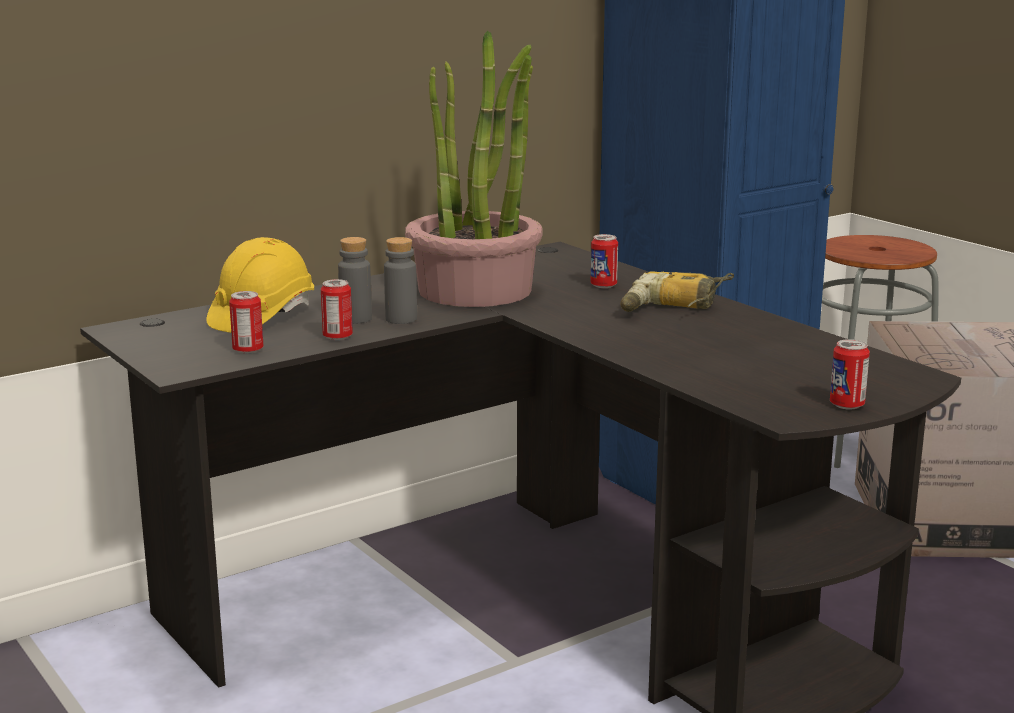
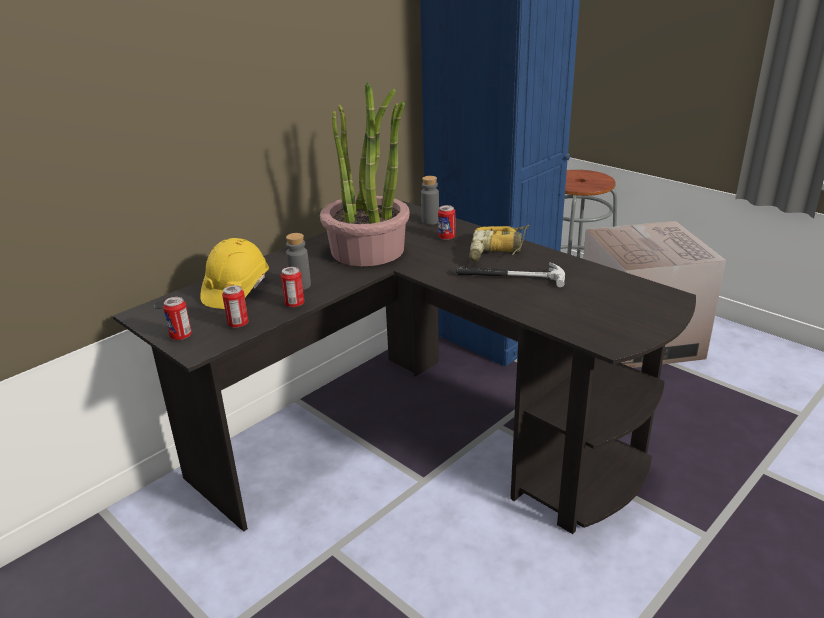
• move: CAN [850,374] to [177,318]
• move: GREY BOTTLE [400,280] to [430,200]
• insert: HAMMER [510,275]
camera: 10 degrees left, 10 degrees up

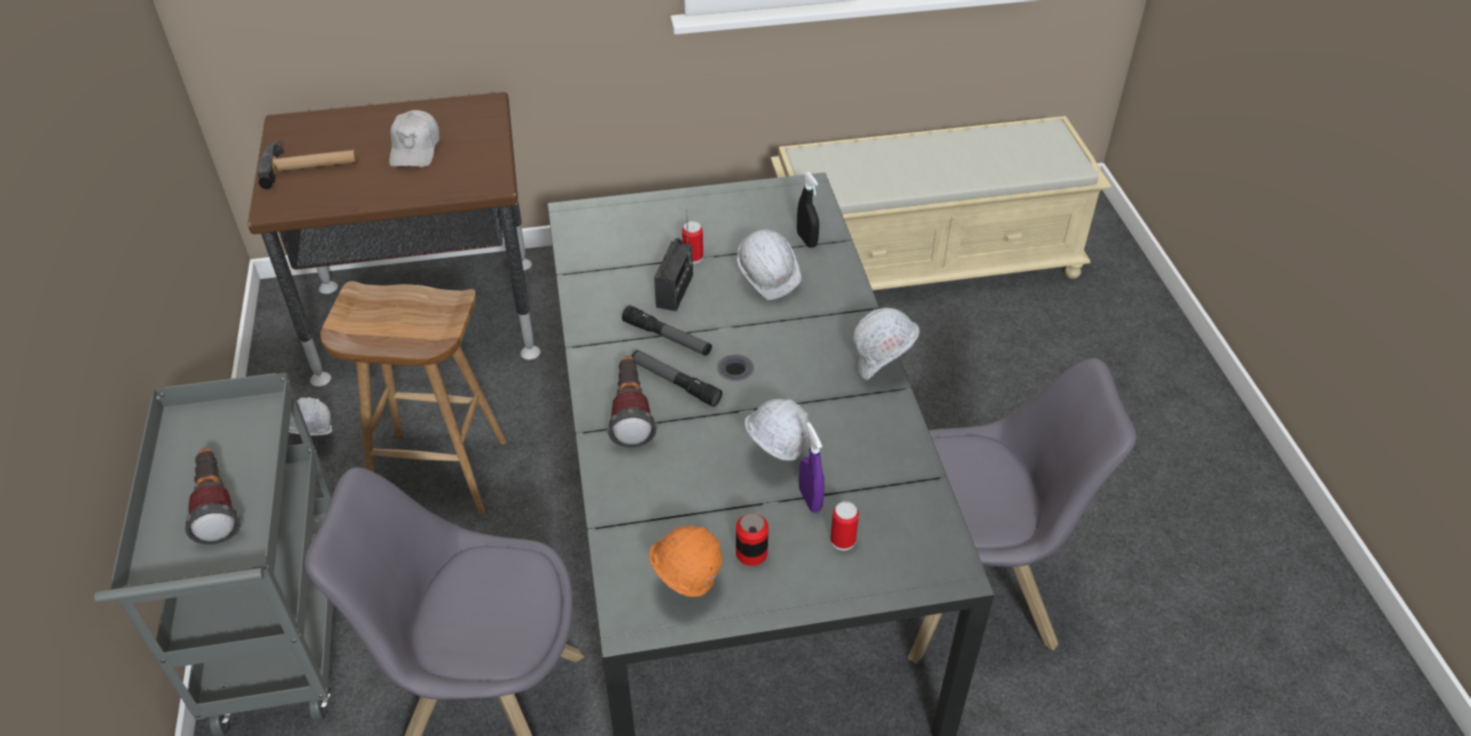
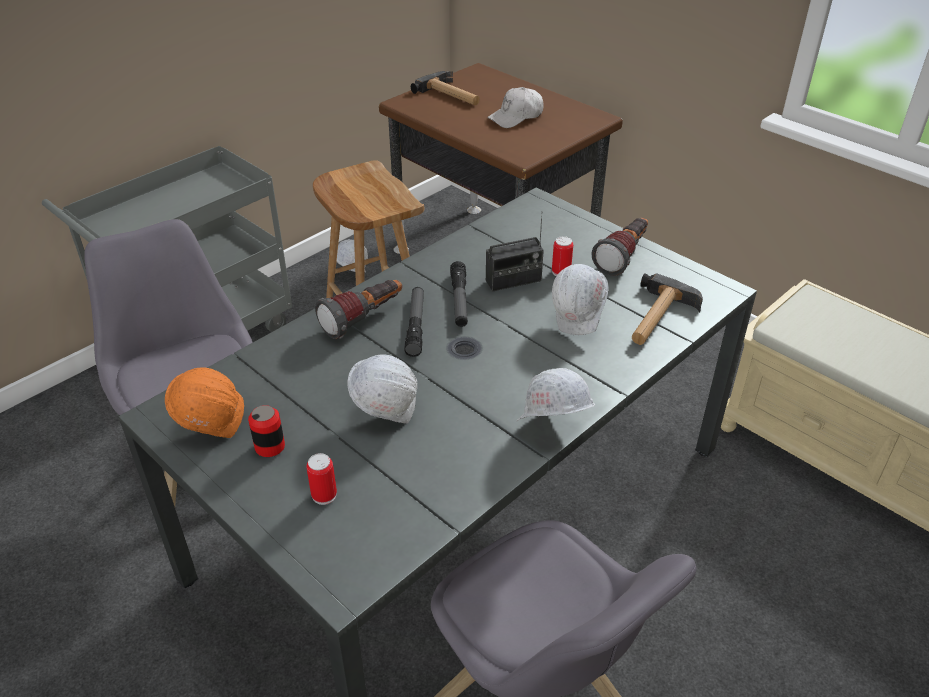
• move: FLASHLIGHT [212,496] to [619,247]
• replace: BLACK SPRAY BOTTLE [808,210] to HAMMER [667,309]
• delete: PURPLE SPRAY BOTTLE [811,467]
camera: 55 degrees right, 5 degrees down

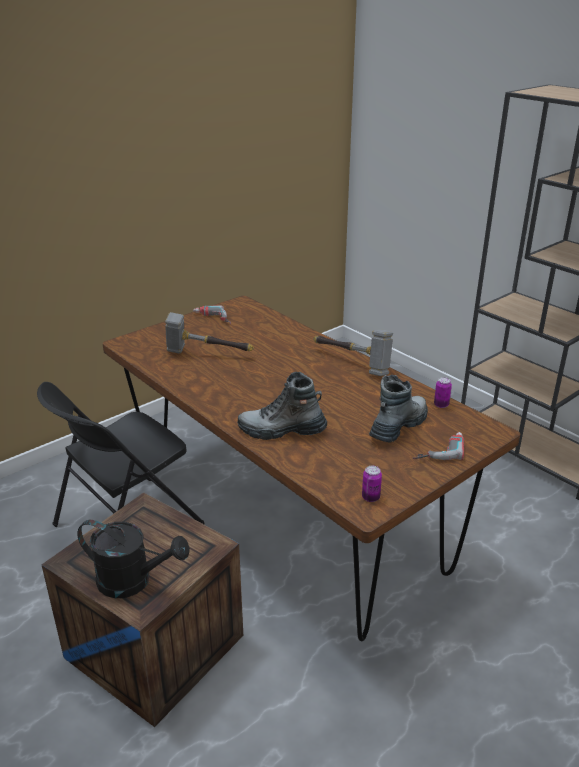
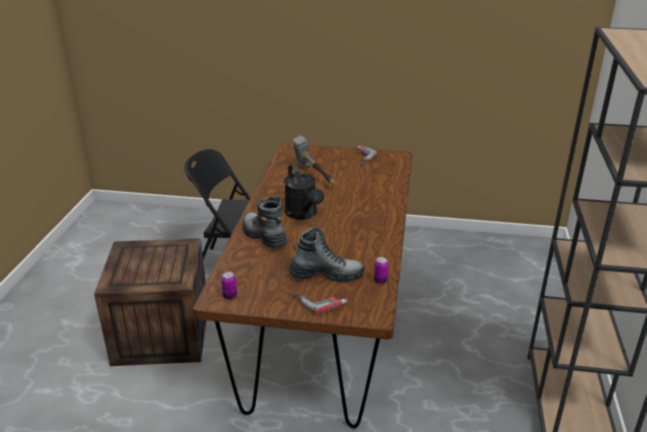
• move: BLACK WATERING CAN [133,559] to [304,192]
• delete: HAMMER [353,352]
camera: 50 degrees right, 0 degrees up

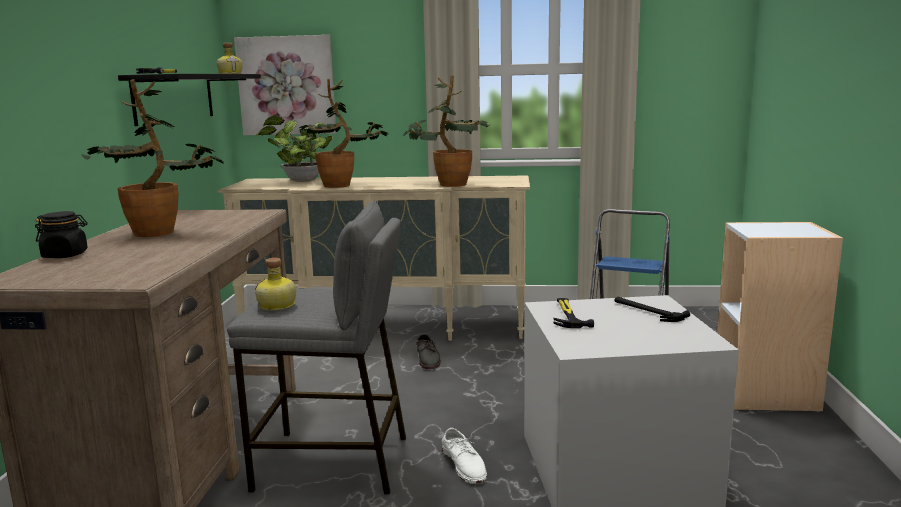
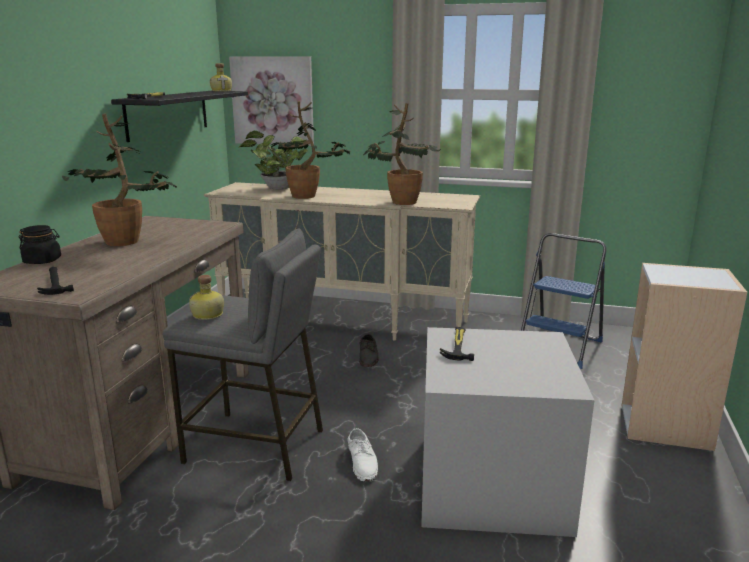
• move: HAMMER [652,309] to [55,281]
camera: 10 degrees right, 5 degrees up

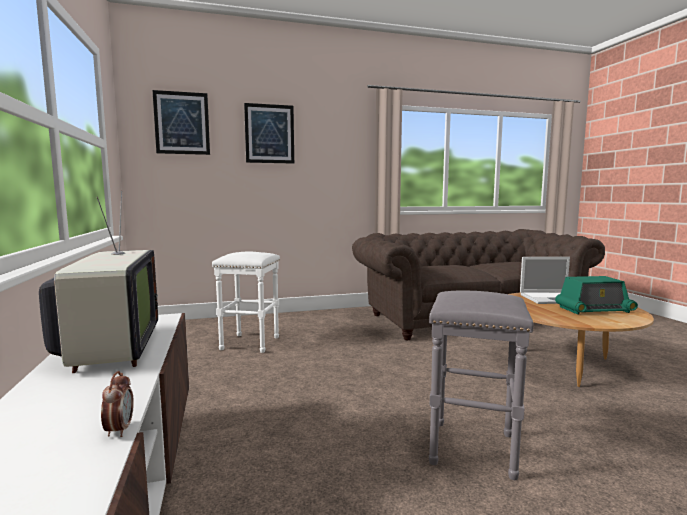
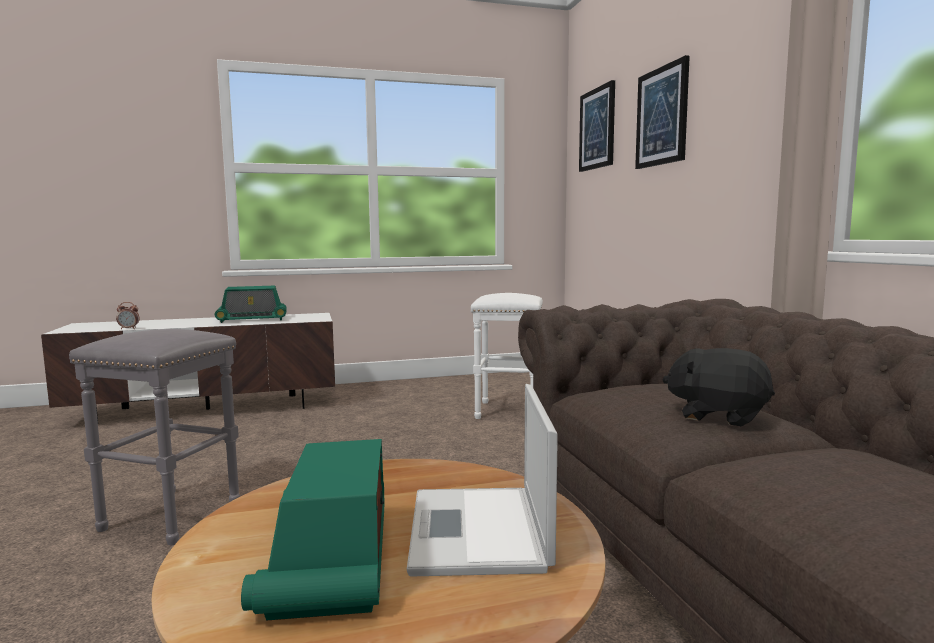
• replace: TELEVISION [98,282] to RADIO [251,304]
• insert: BLACK PLUSH TOY [718,387]
camera: 90 degrees right, 0 degrees up

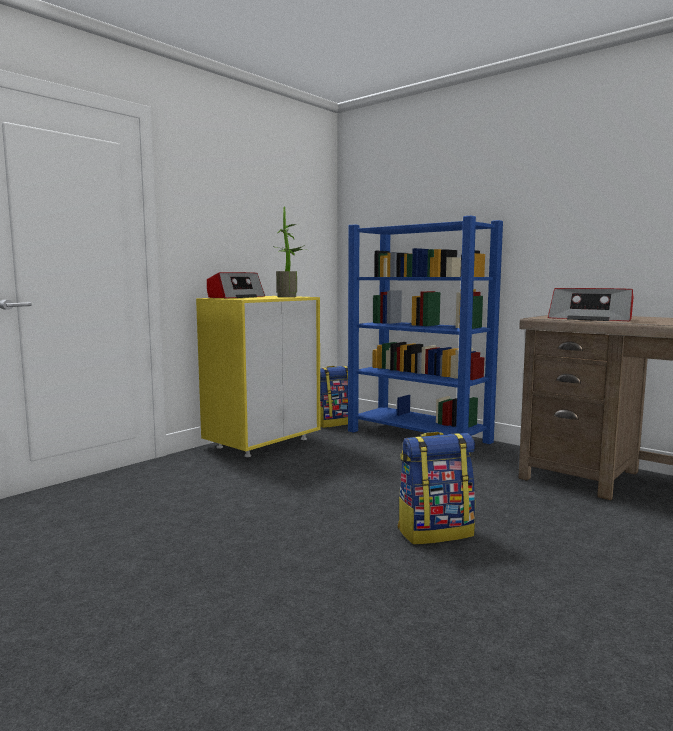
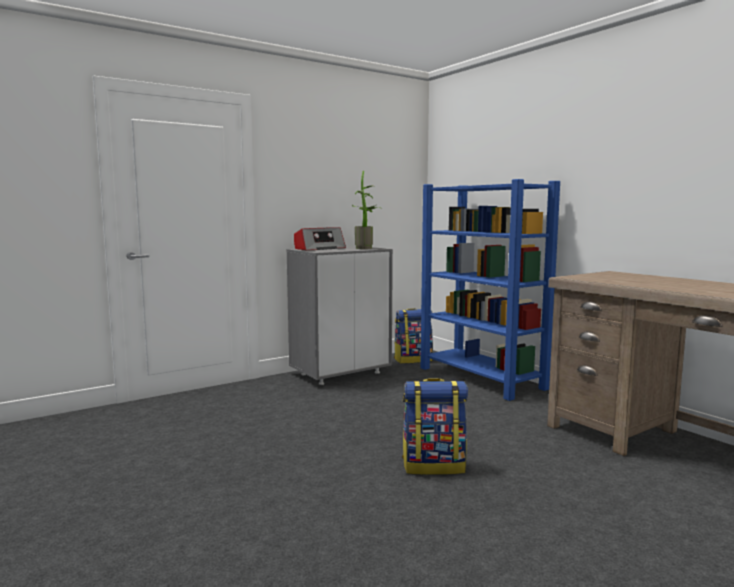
• recolor: YELLOW CABINET [258,376] to GREY CABINET [340,315]
• delete: RADIO [591,304]
camera: 15 degrees right, 0 degrees up

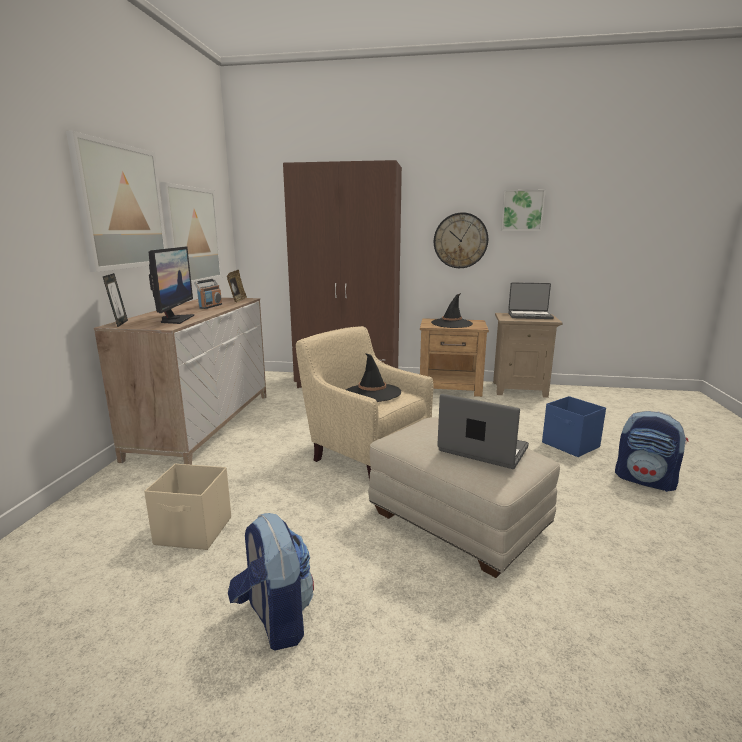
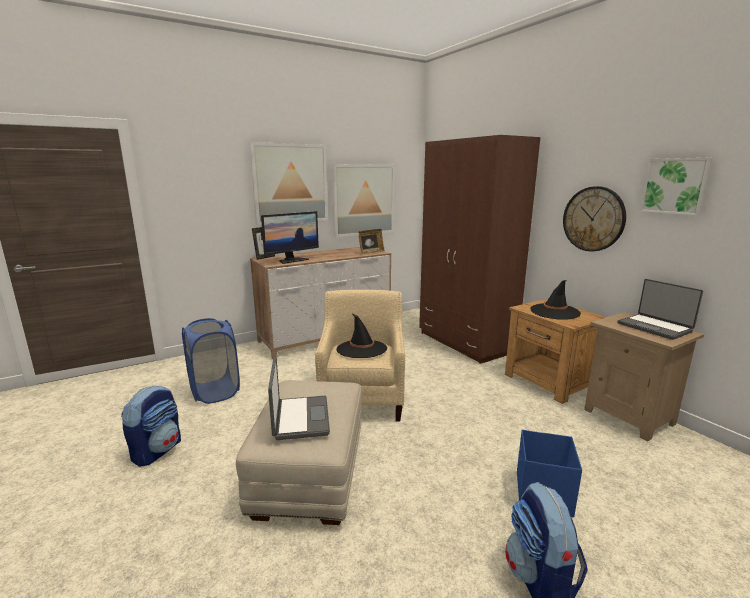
• replace: BEIGE STORAGE BOX [187,507] to BLUE LAUNDRY BASKET [211,361]
• delete: RADIO [208,294]
camera: 50 degrees right, 0 degrees up

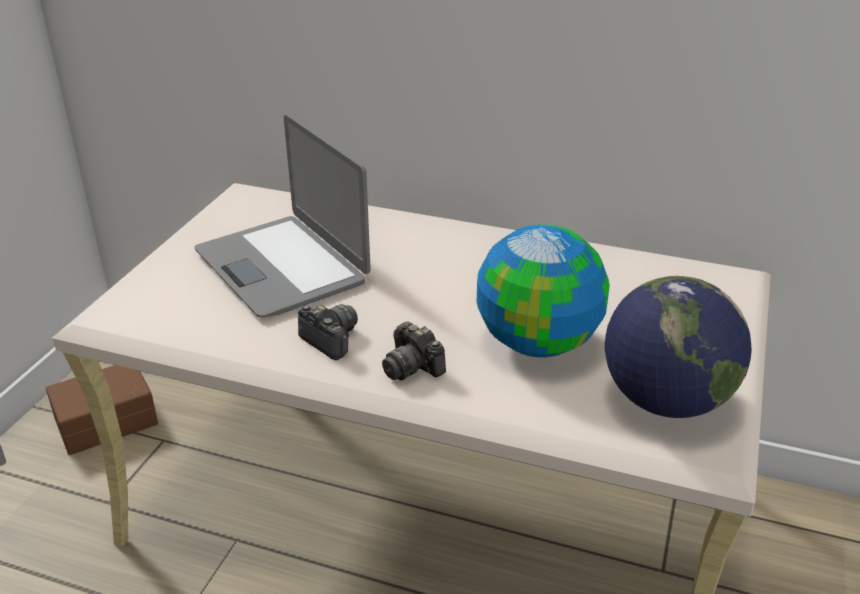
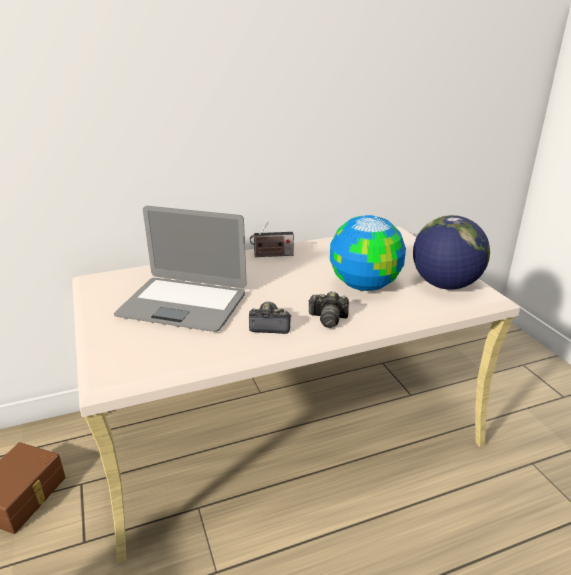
• insert: RADIO [272,239]
camera: 40 degrees left, 5 degrees down

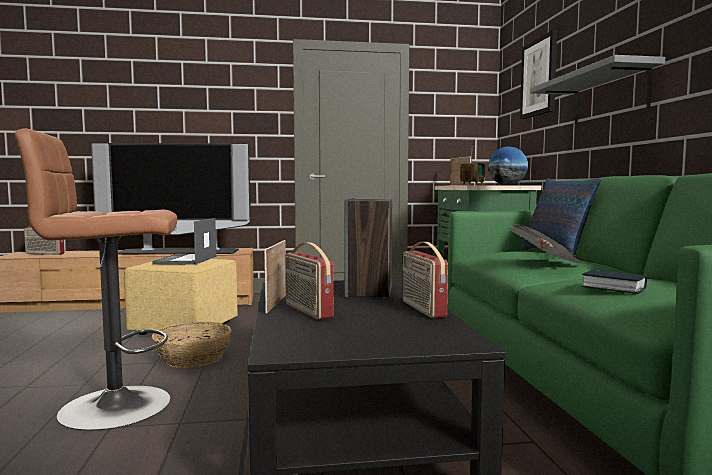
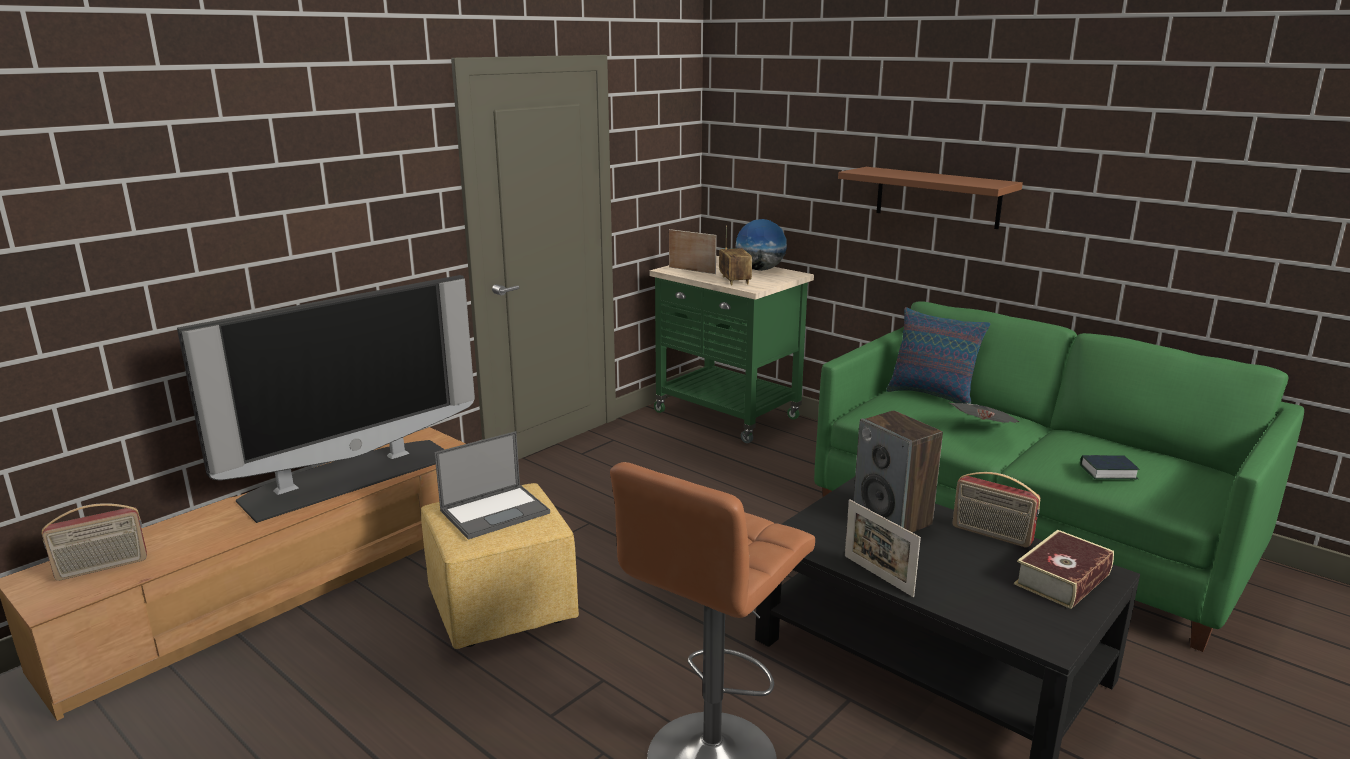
• rotate: LAPTOP [184,241] = [492,485] 90 degrees counterclockwise
• recolor: GREY SHELF [597,89] to BROWN SHELF [930,198]
• insert: BOOK [1064,569]
• delete: BASKET [191,345]
• delete: RADIO [309,281]
• delete: PICTURE [538,74]
camera: 40 degrees left, 15 degrees up

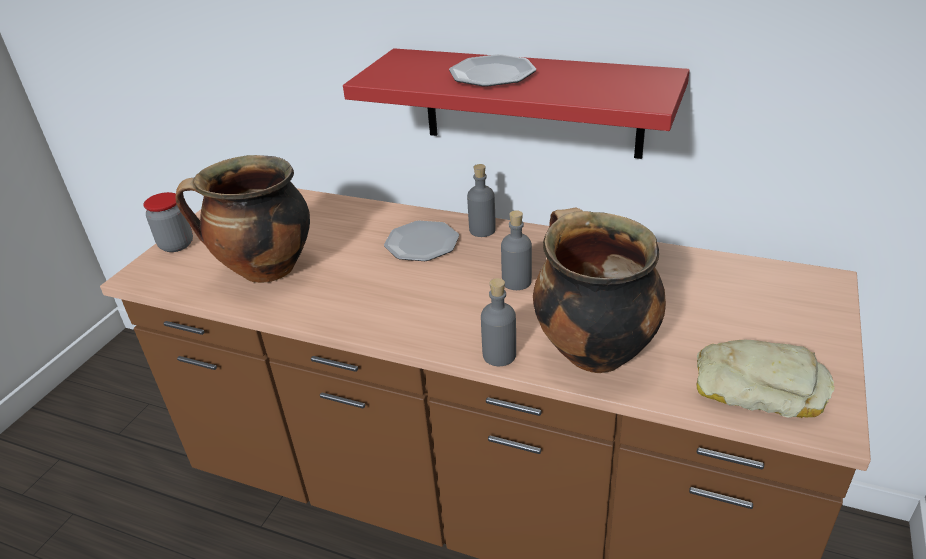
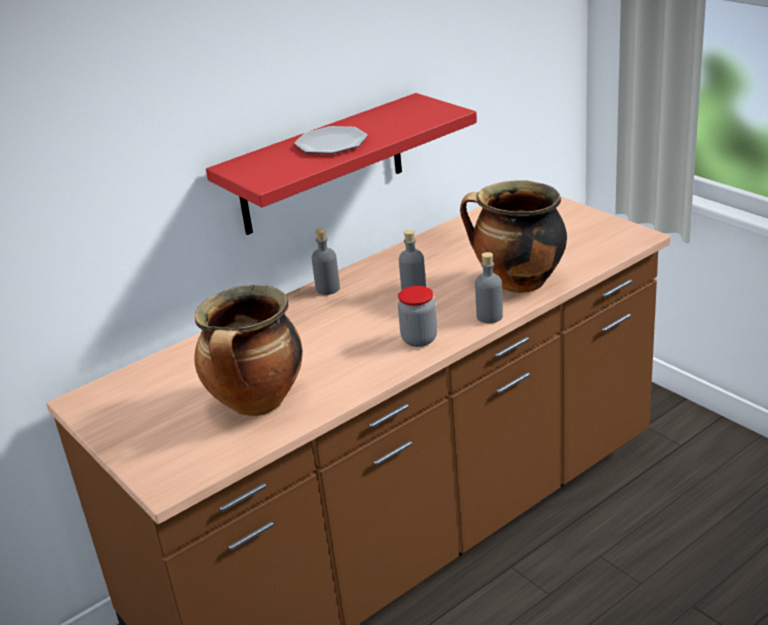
• move: JAR [168,222] to [417,316]
• delete: PLATE [421,241]
• delete: BREAD [766,379]
camera: 60 degrees left, 5 degrees down

